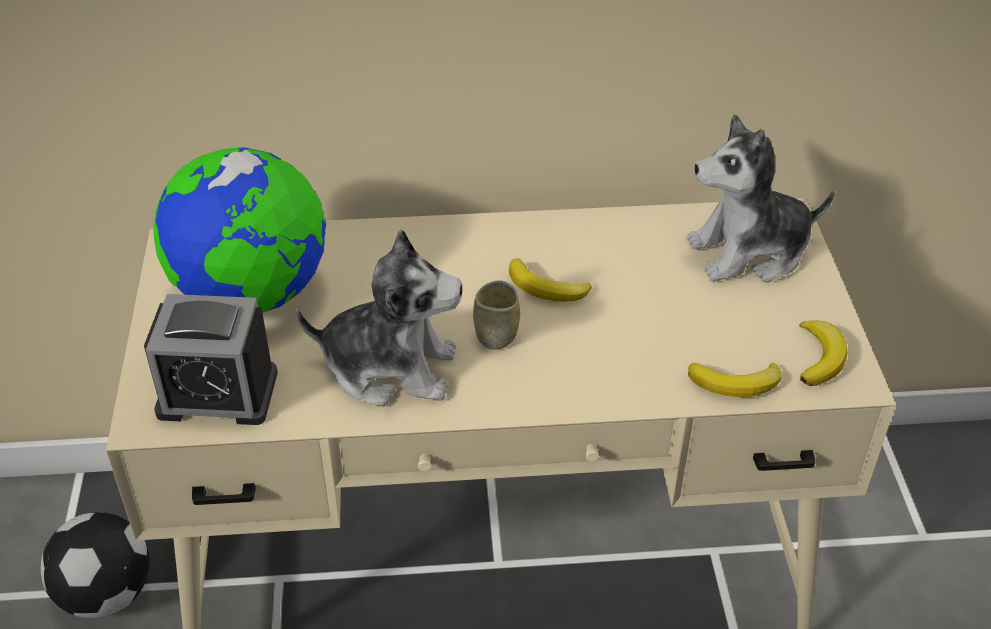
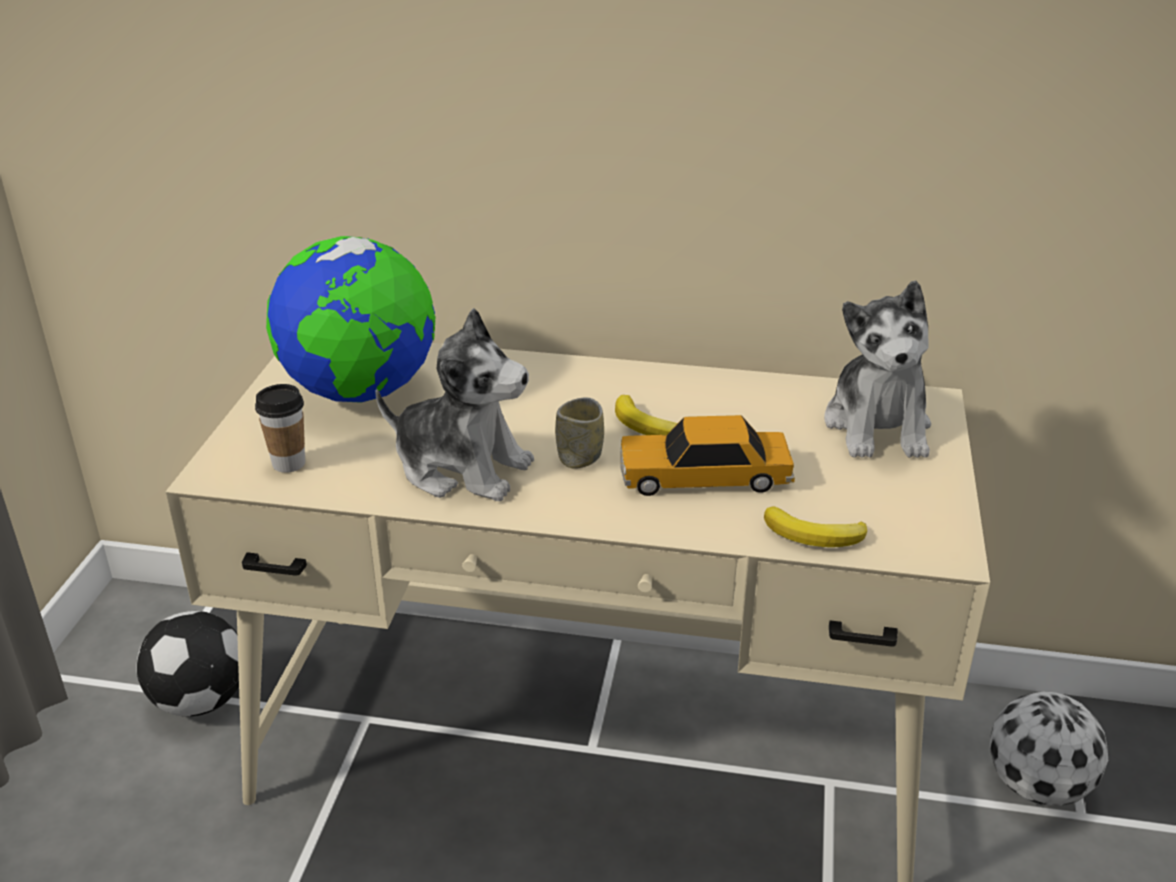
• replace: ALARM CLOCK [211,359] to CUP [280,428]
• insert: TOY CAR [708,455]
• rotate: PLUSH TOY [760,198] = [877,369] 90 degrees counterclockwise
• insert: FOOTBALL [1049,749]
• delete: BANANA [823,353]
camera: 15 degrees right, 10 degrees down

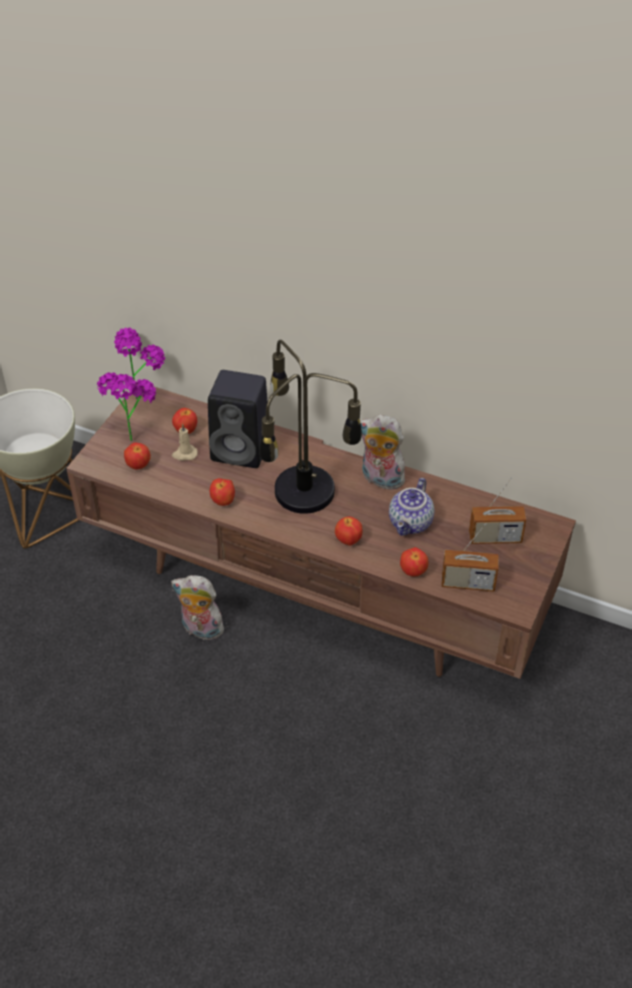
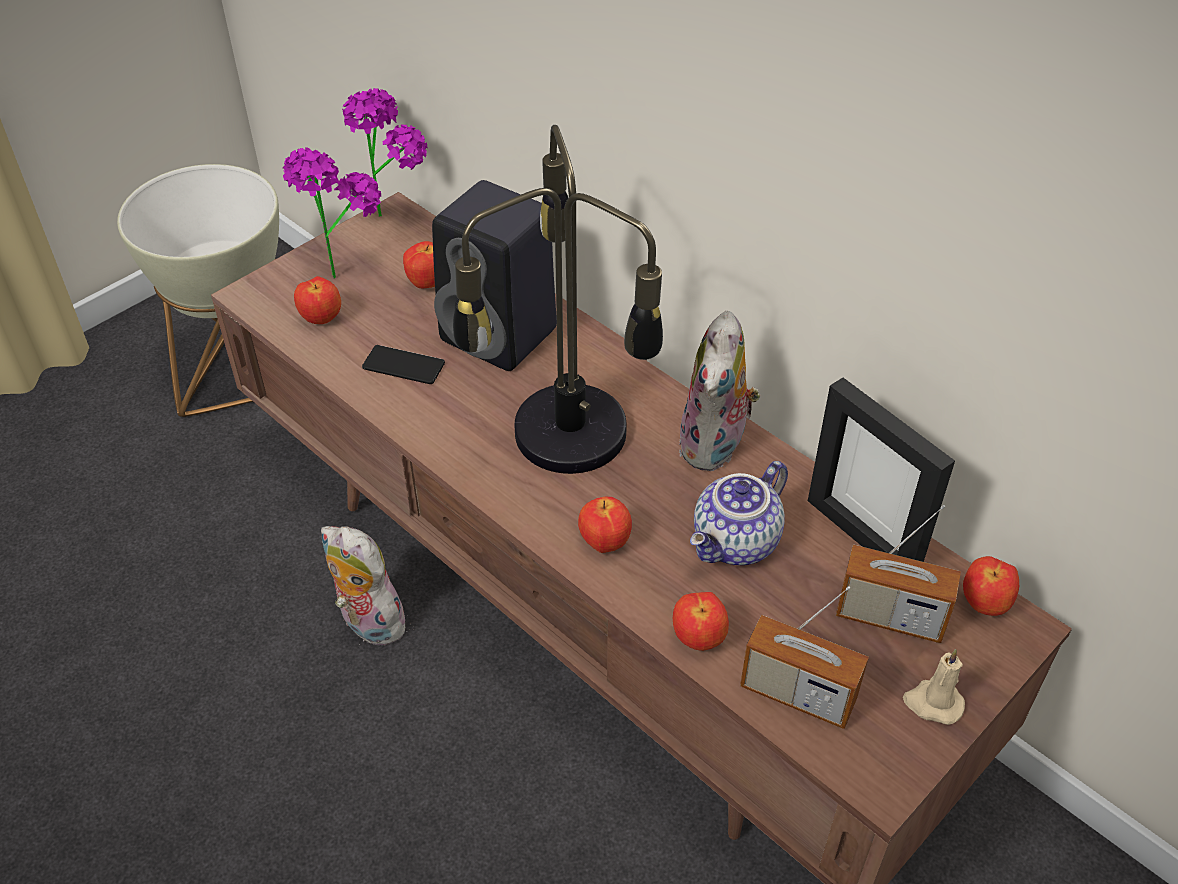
• insert: PHONE [403,364]
• rotate: PLUSH TOY [383,452] = [719,391] 120 degrees counterclockwise
• insert: PICTURE FRAME [881,470]
• move: BEIGE CANDLE [185,442] to [934,687]
• move: APPLE [222,492] to [991,586]
camera: 20 degrees right, 0 degrees up

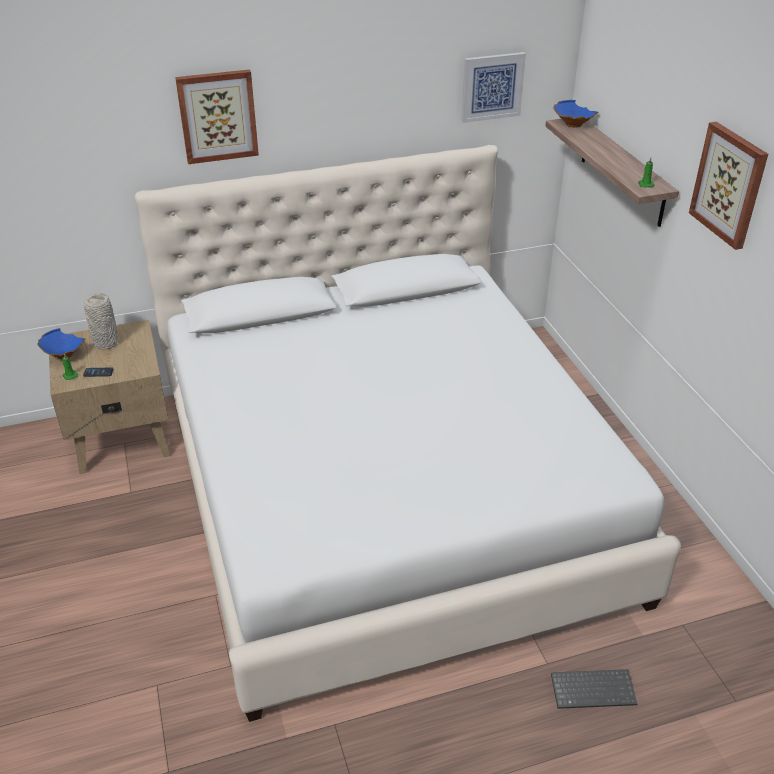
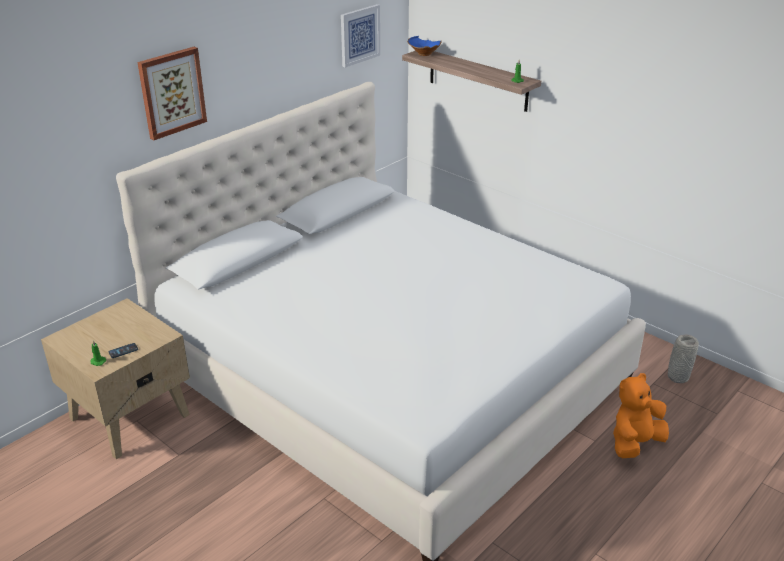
• replace: KEYBOARD [594,689] to ORANGE PLUSH TOY [641,415]
• move: GREY VASE [101,321] to [683,358]
• delete: BLUE BOWL [61,343]
• delete: PICTURE [728,186]
camera: 30 degrees left, 5 degrees down

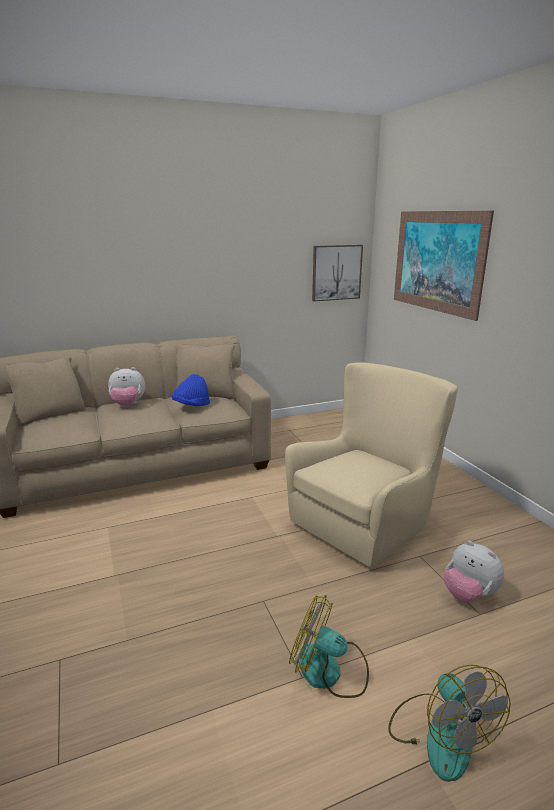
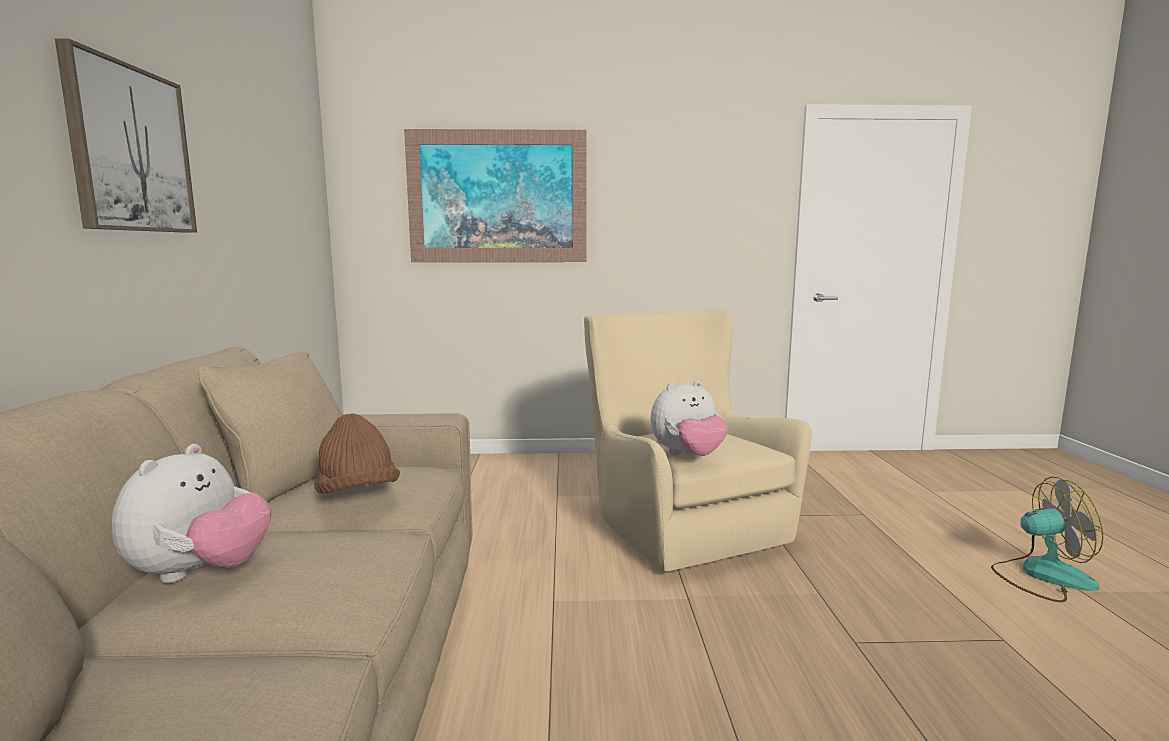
• move: PICTURE [337,273] to [126,135]
• recolor: BLUE HAT [191,390] to BROWN HAT [357,453]
• move: PLUSH TOY [474,571] to [689,418]
• delete: FAN [329,646]
camera: 70 degrees left, 10 degrees down

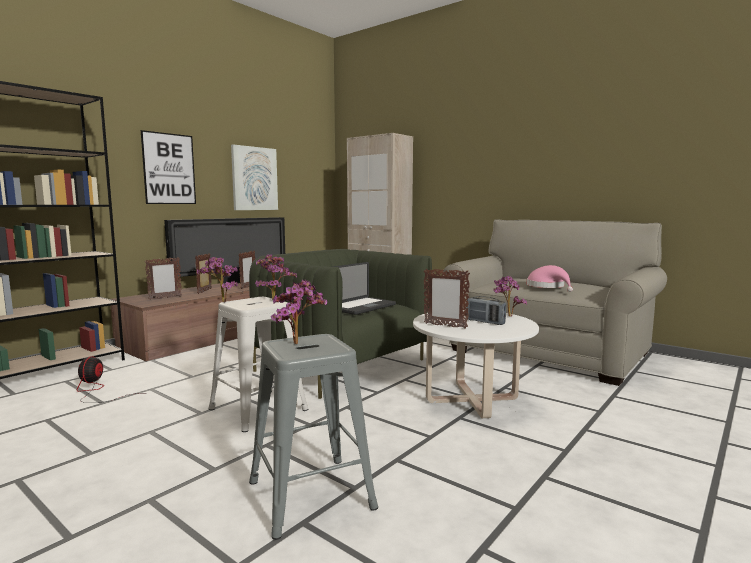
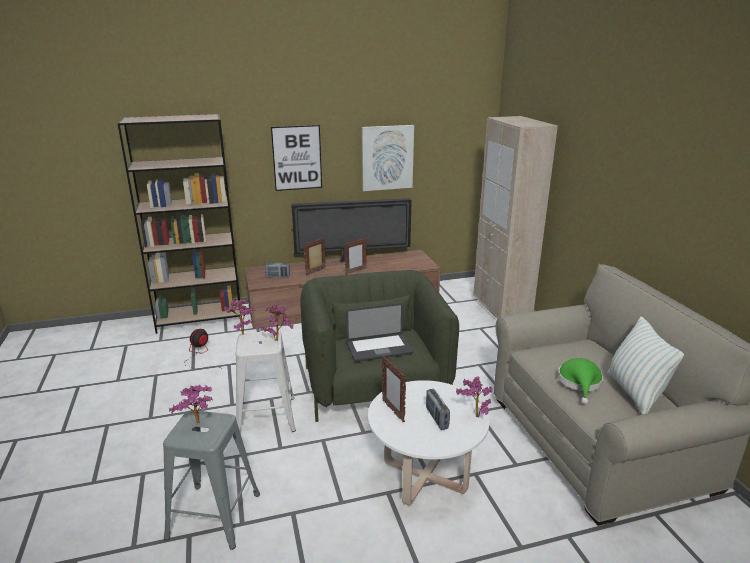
• replace: PICTURE FRAME [163,278] to RADIO [277,270]
• recolor: PINK HAT [550,278] to GREEN HAT [580,381]
• insert: PILLOW [645,366]
camera: 35 degrees right, 15 degrees up

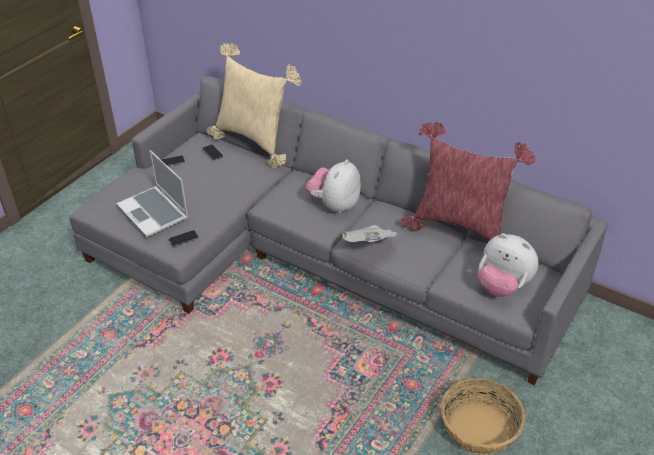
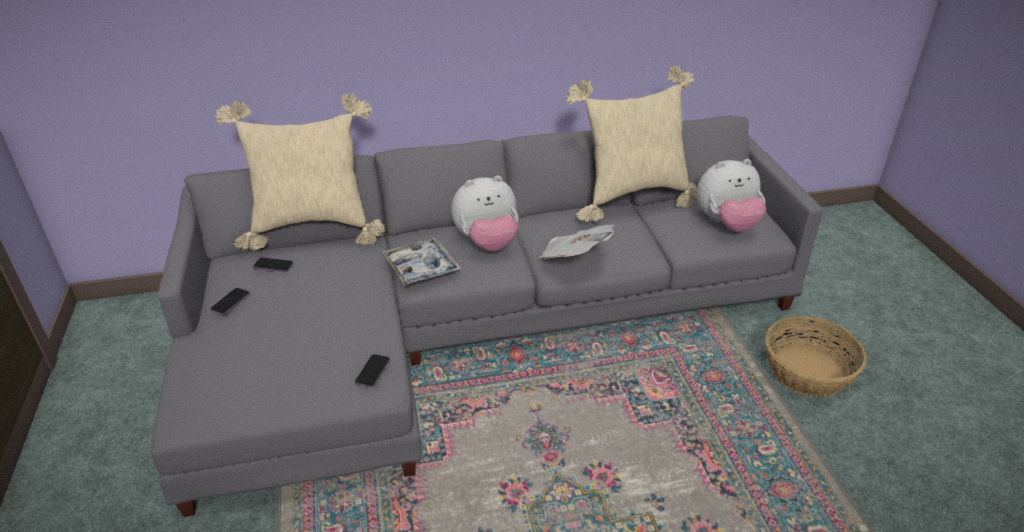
• insert: TRAY [421,262]
• rotate: PLUSH TOY [333,186] = [484,213] 90 degrees counterclockwise
• recolor: RED PILLOW [467,181] to BEIGE PILLOW [631,144]
• delete: LAPTOP [152,193]
camera: 45 degrees left, 5 degrees down

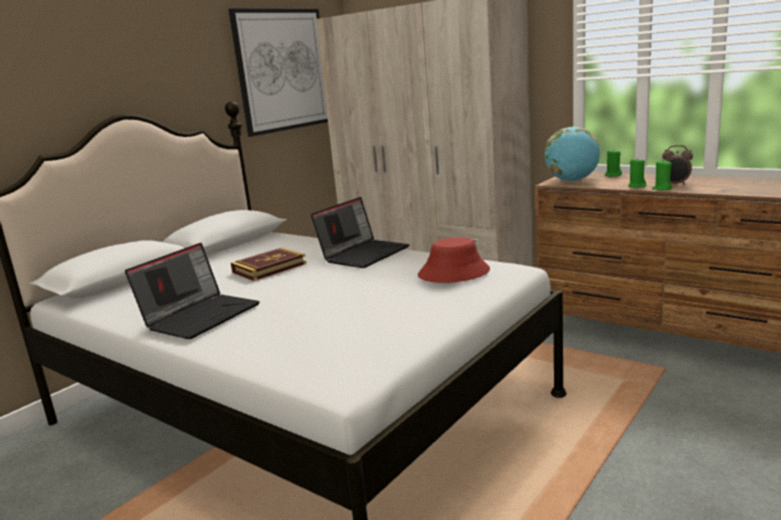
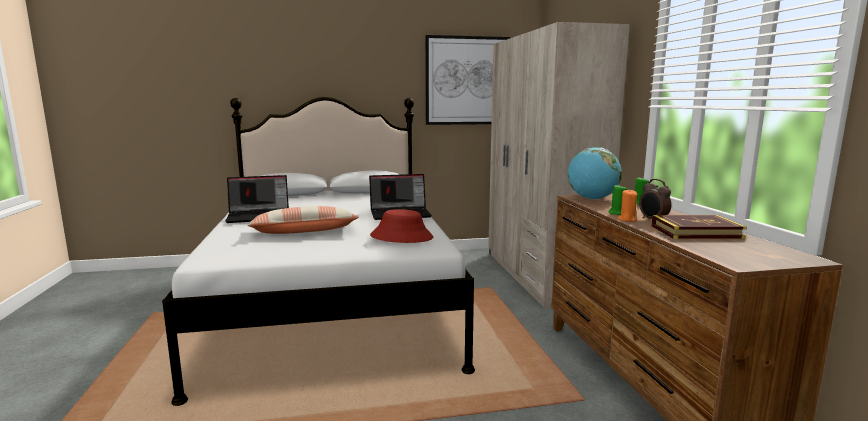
• insert: PILLOW [303,220]
• recolor: GREEN CANDLE [662,174] to ORANGE CANDLE [627,206]
• move: BOOK [268,264] to [699,227]
camera: 40 degrees right, 5 degrees down

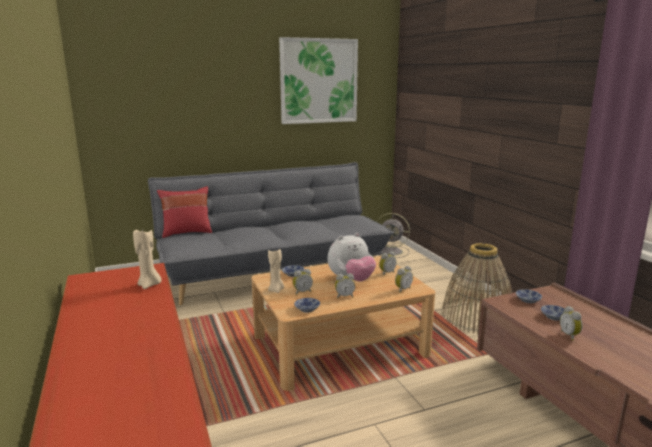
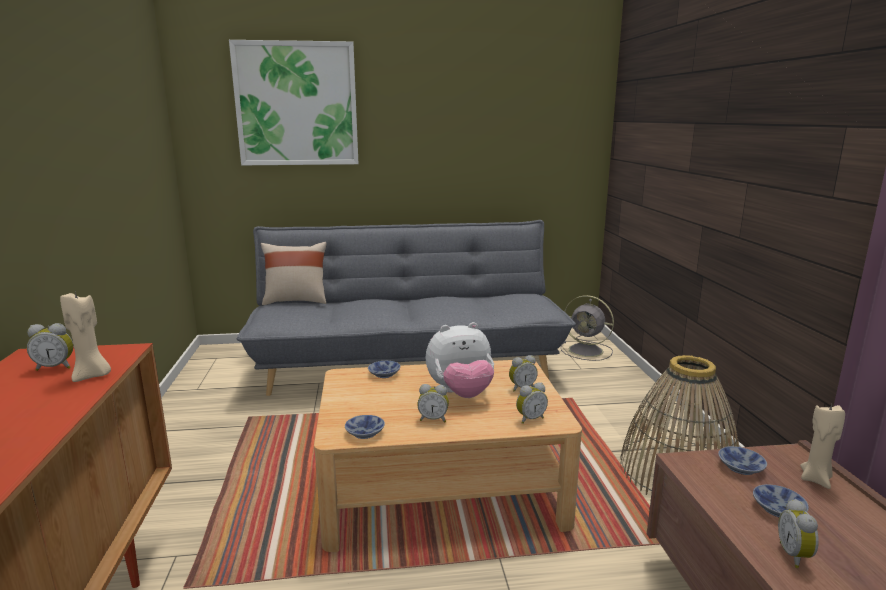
• move: ALARM CLOCK [303,282] to [50,347]
• move: PICTURE [318,80] to [294,102]
• recolor: RED PILLOW [184,212] to BEIGE PILLOW [294,273]
• move: BEIGE CANDLE [276,271] to [822,446]
camera: 15 degrees right, 0 degrees up

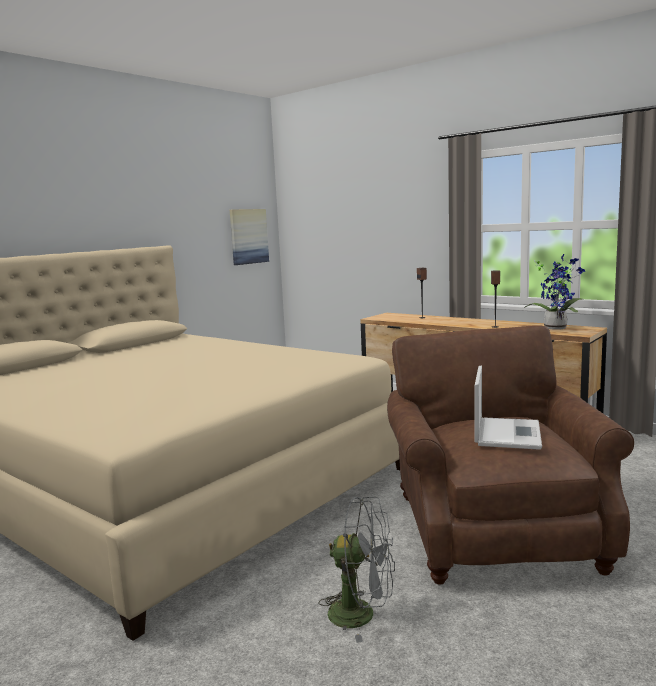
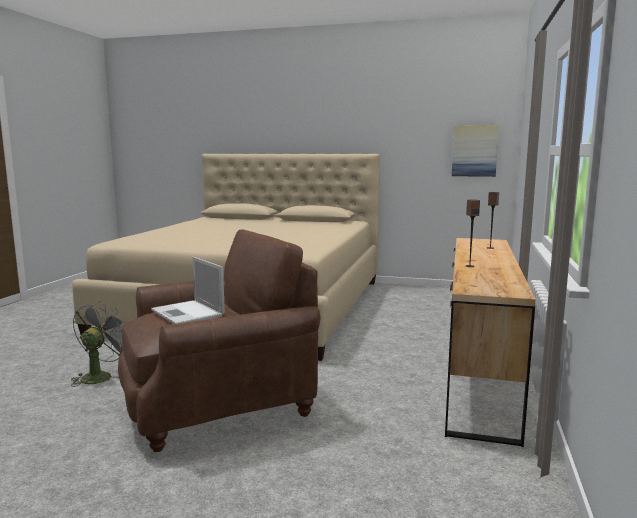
• rotate: GREY FAN [356,570] = [97,344] 150 degrees counterclockwise
• rotate: LAPTOP [508,407] = [188,290] 60 degrees clockwise
• delete: POTTED PLANT [555,292]
camera: 65 degrees right, 0 degrees up

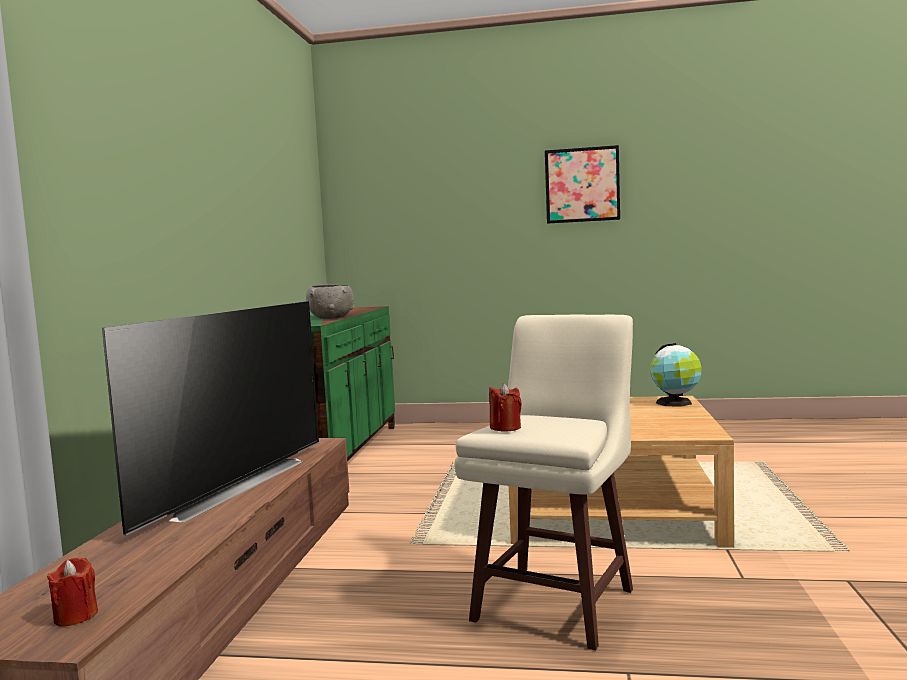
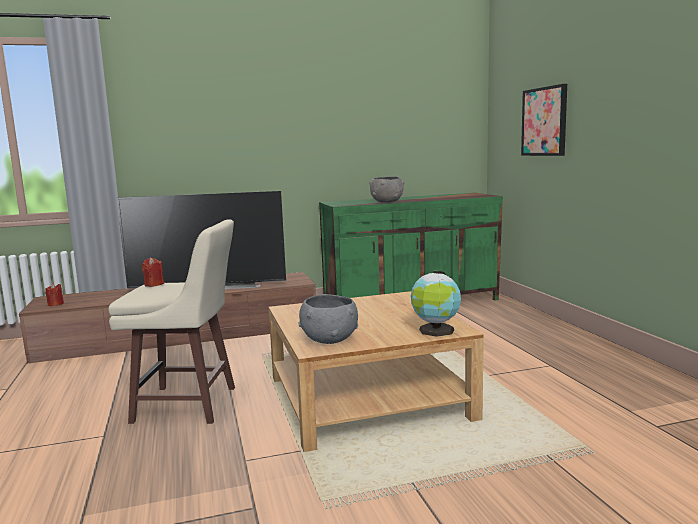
• insert: GREY BOWL [328,319]
• move: PICTURE [582,184] to [544,120]
camera: 65 degrees right, 5 degrees up

